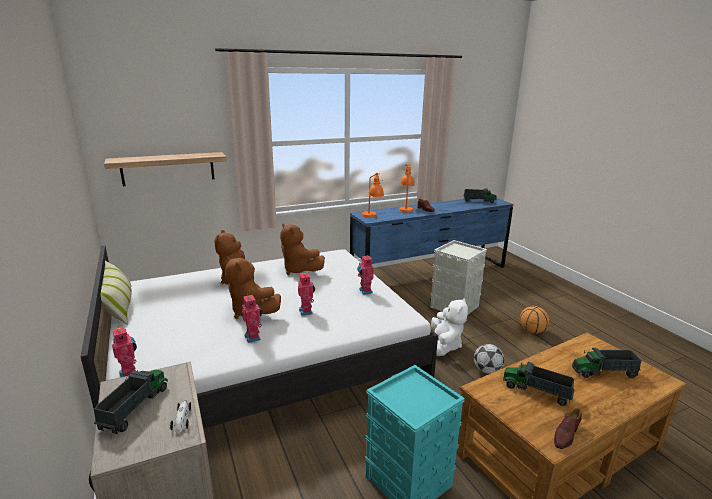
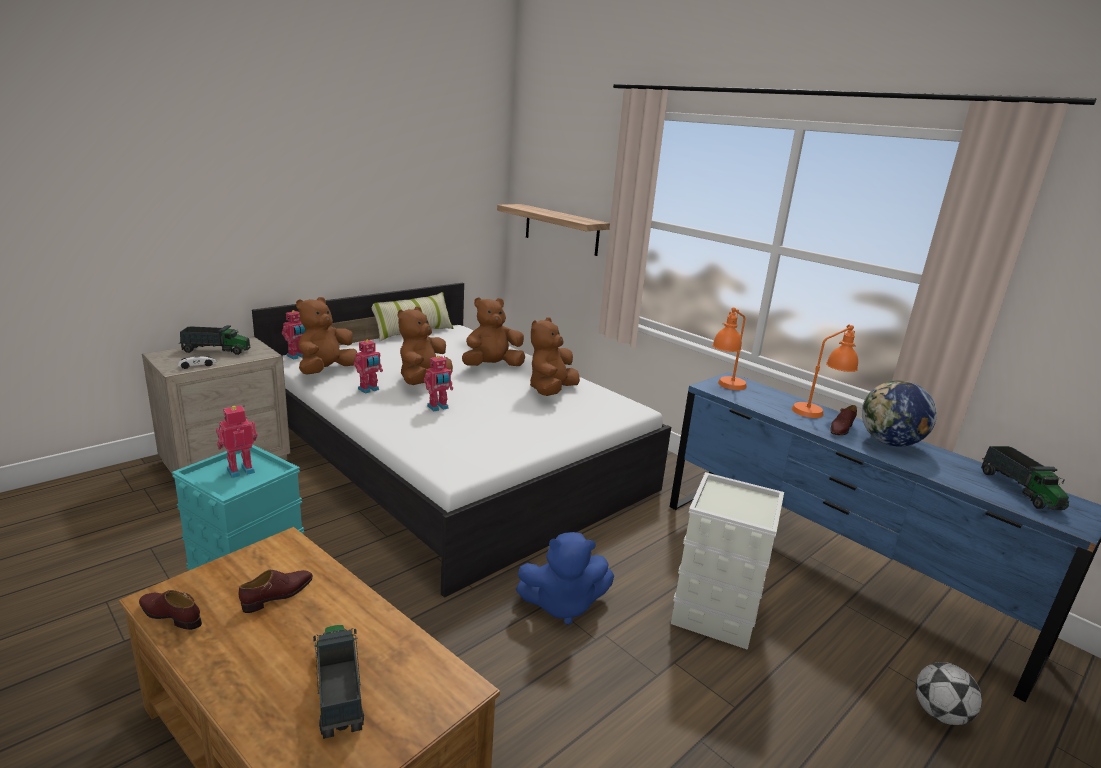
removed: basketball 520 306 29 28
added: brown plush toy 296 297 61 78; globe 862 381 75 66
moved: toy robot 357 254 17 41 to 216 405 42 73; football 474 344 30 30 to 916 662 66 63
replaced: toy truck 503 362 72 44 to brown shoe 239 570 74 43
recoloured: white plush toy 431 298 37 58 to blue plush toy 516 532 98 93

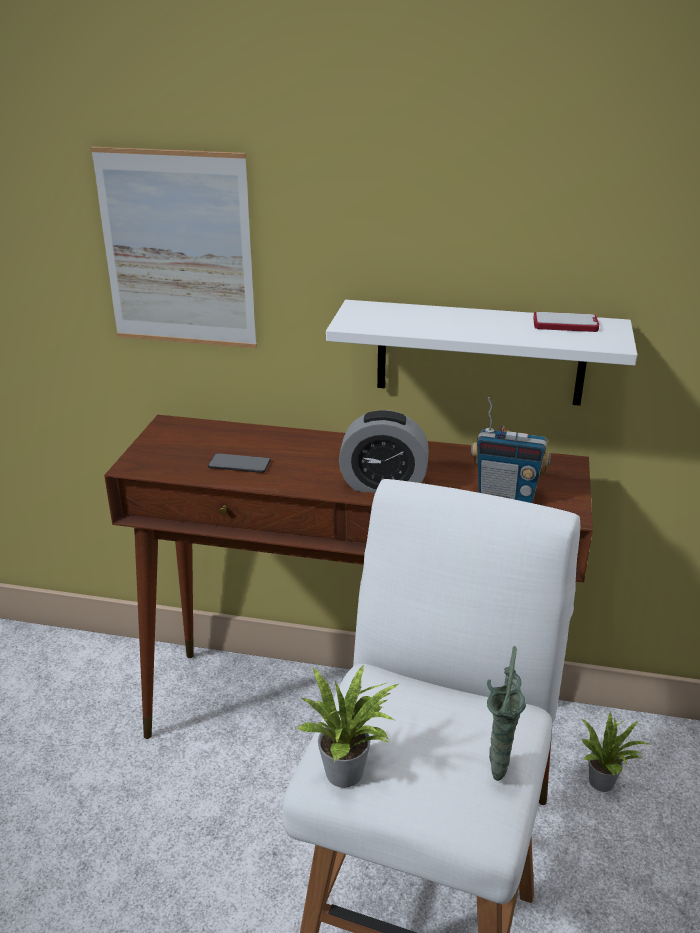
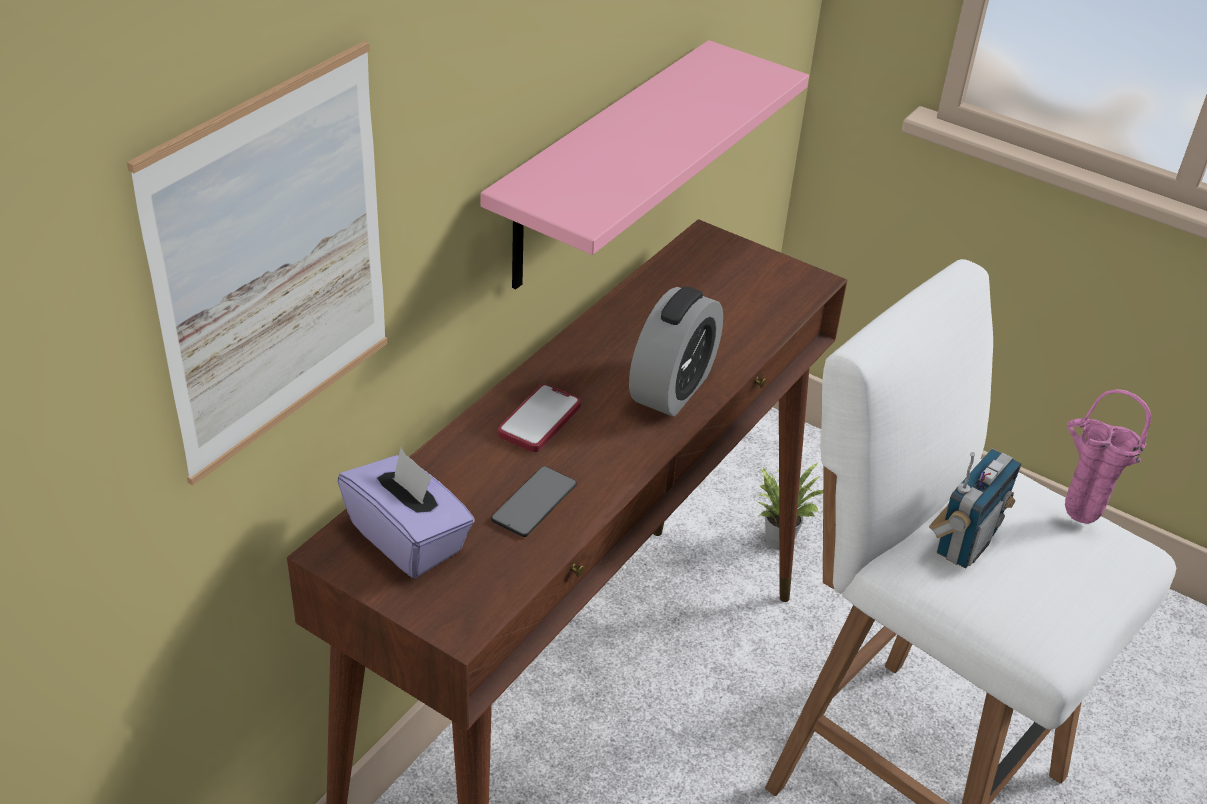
removed: potted plant 296 665 102 123
added: purple tissue box 337 448 138 130
moved: radio 471 397 80 106 to 929 449 92 119; phone 533 312 66 20 to 498 384 83 68
recoloured: white shelf 326 300 311 106 to pink shelf 481 40 328 250; green vase 487 646 39 135 to pink vase 1065 389 86 135

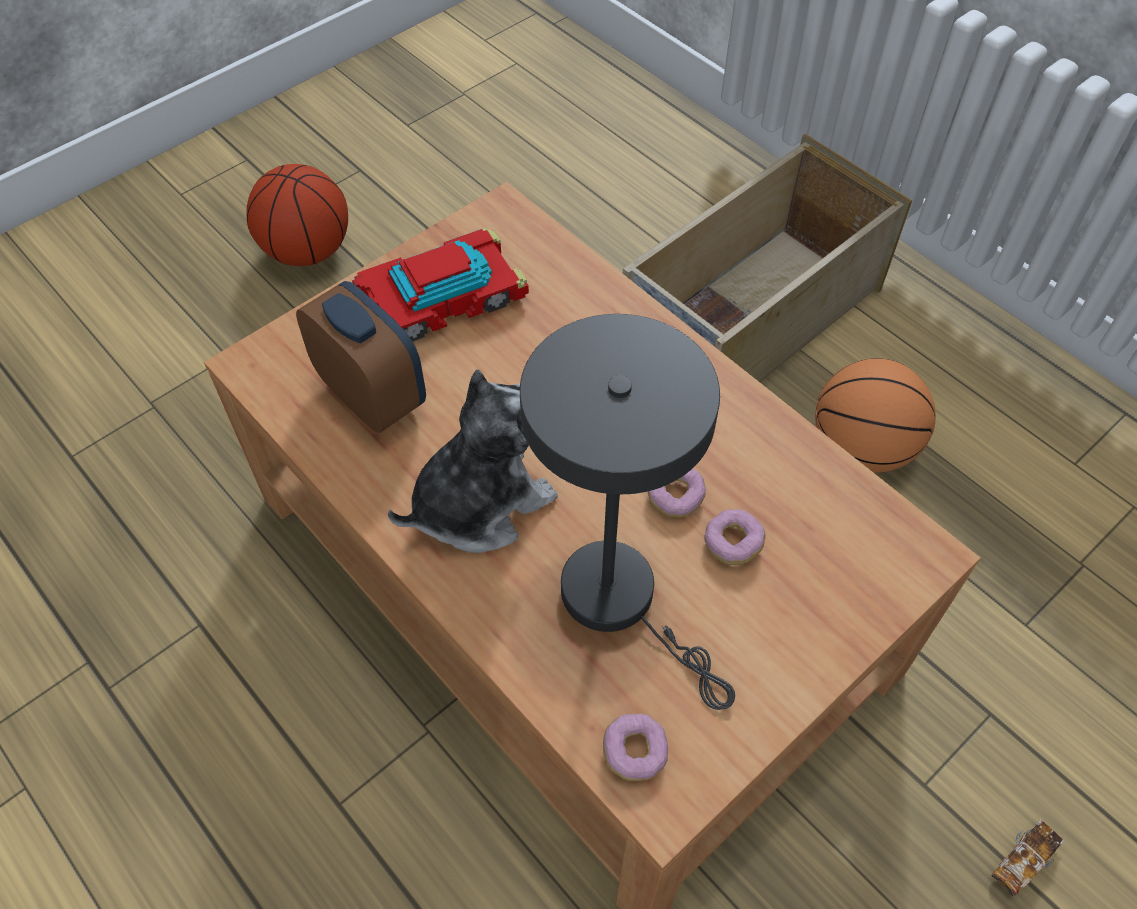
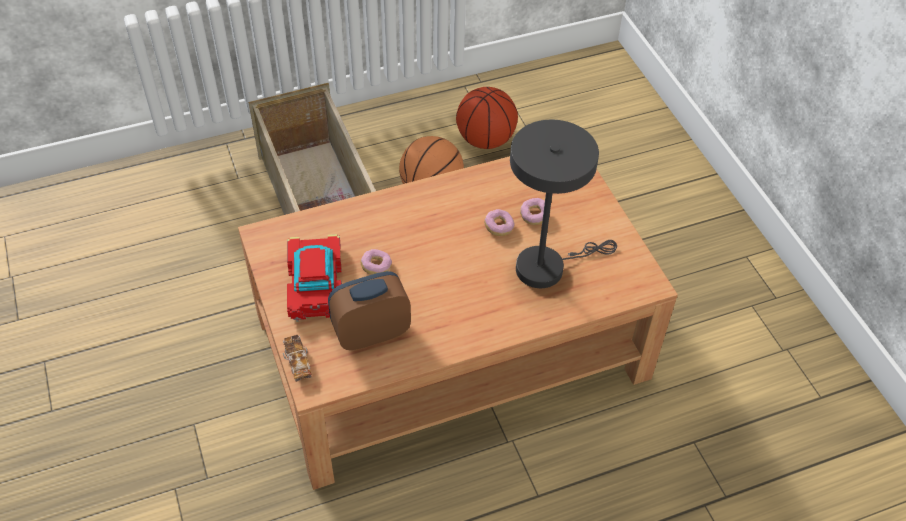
removed: plush toy 388 369 170 184
moved: basketball 246 164 102 102 to 456 87 62 62; donut 603 713 65 68 to 360 249 32 26; toy car 991 818 74 78 to 282 335 30 47

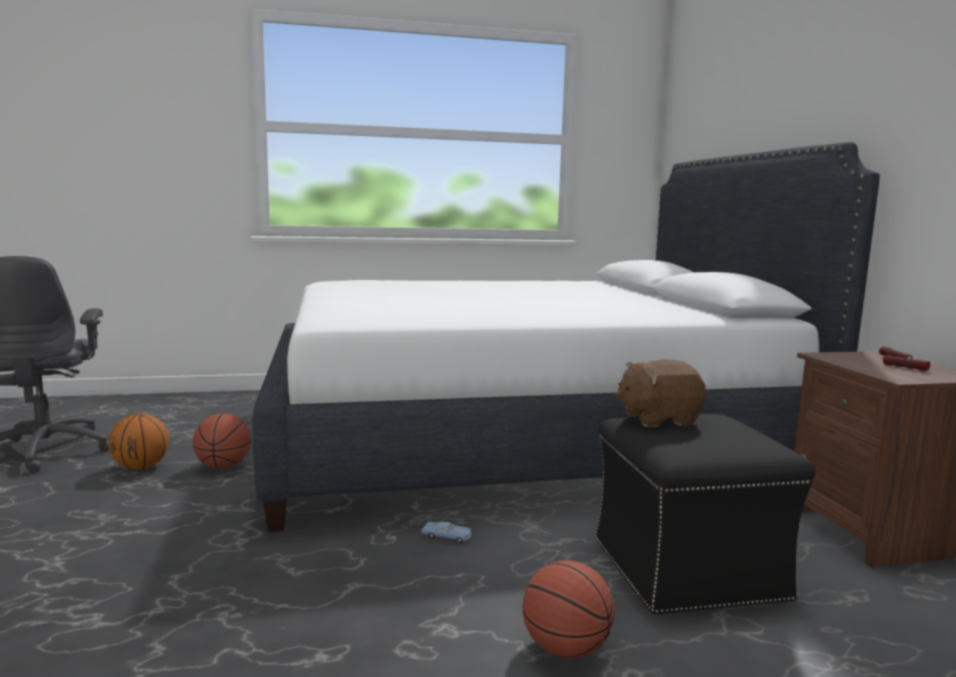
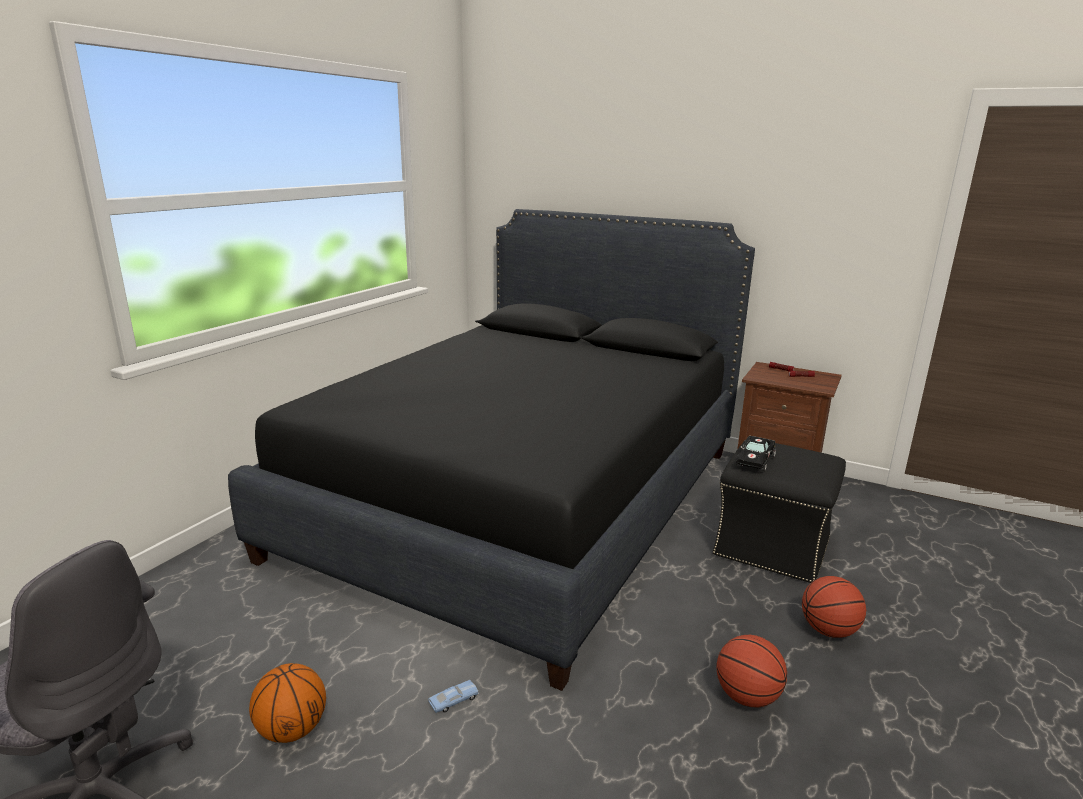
moved: basketball 193 414 58 55 to 717 635 70 72; blue toy car 421 522 51 22 to 428 680 51 33
replaced: brown plush toy 616 360 90 67 to black toy car 736 436 40 35
recoloured: white bed 252 142 628 390 to black bed 228 209 527 482

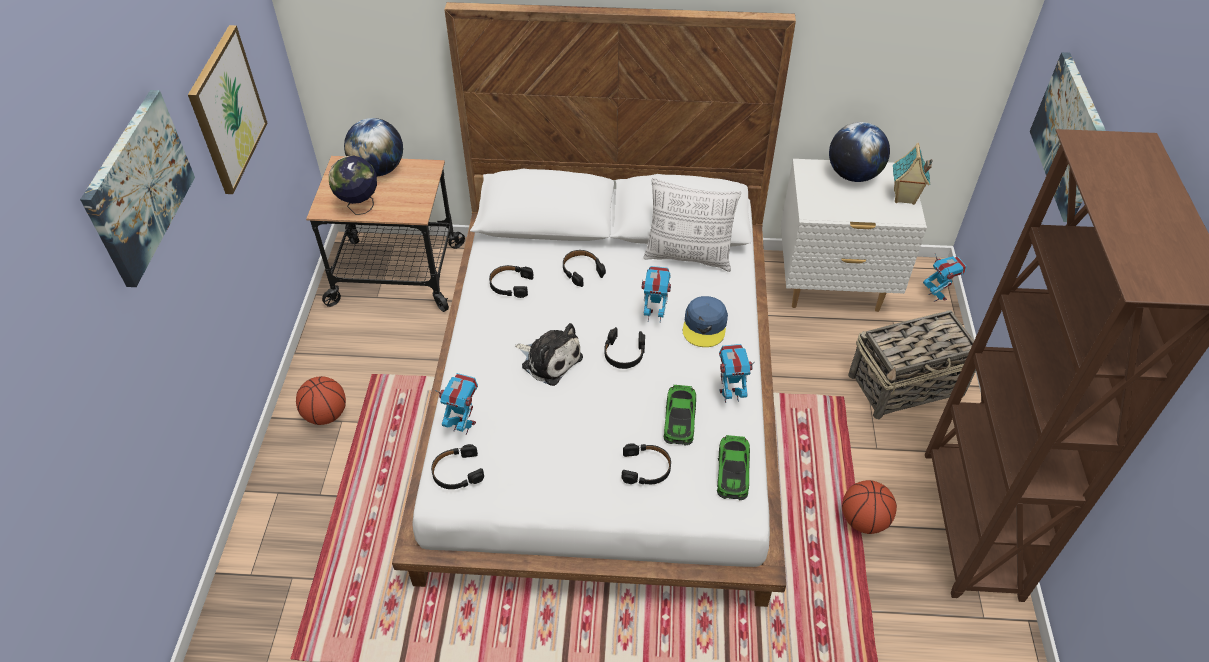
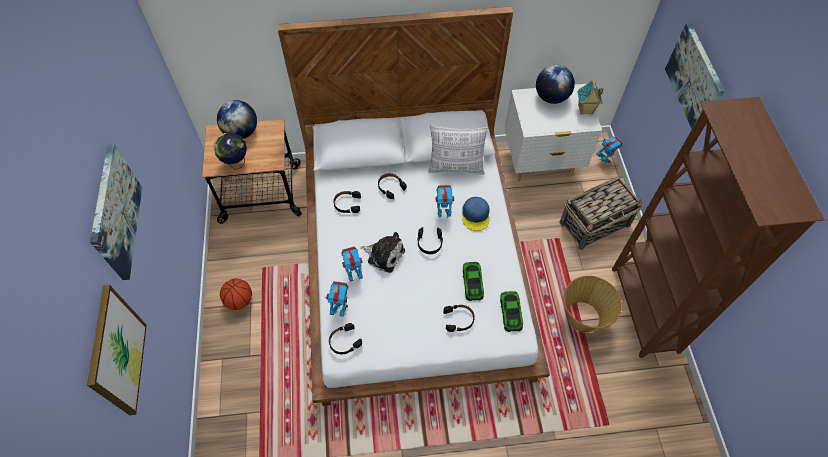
moved: picture 188 25 79 169 to 87 285 60 130; toy robot 719 344 36 59 to 341 247 22 35
replaced: basketball 842 480 55 54 to basket 563 276 59 57

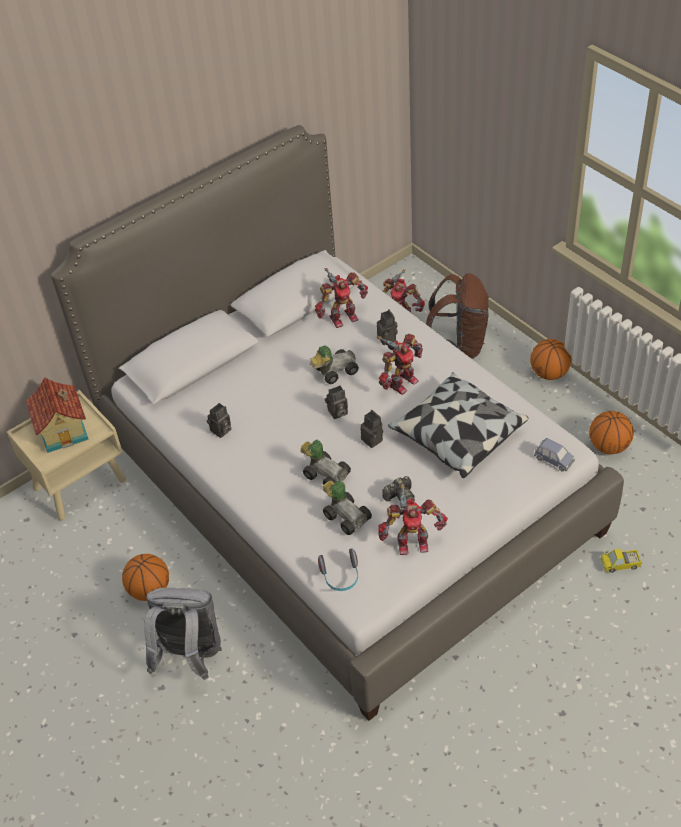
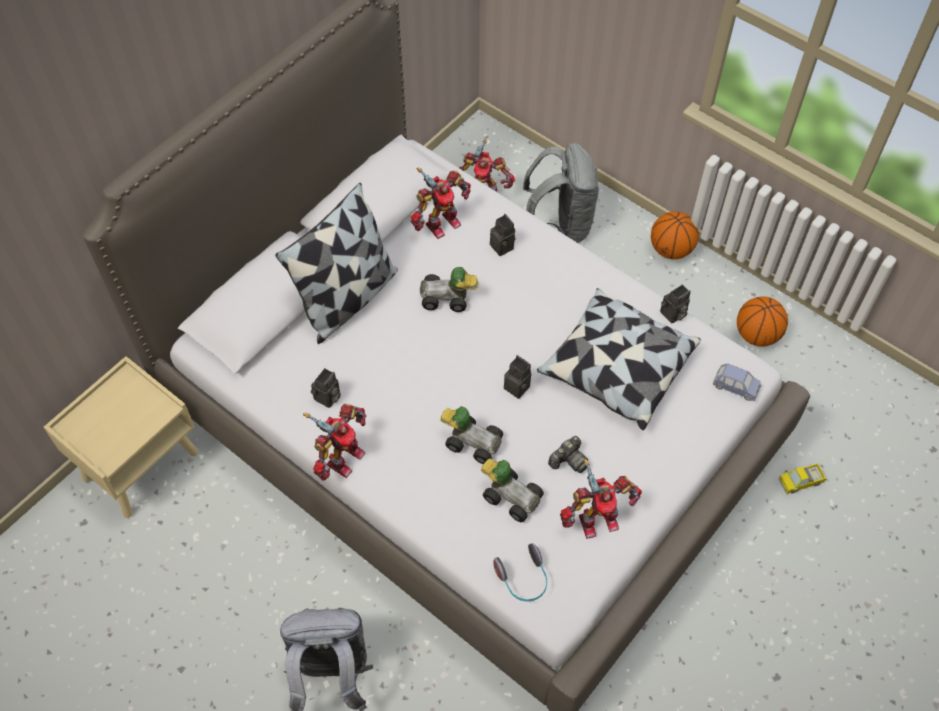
removed: toy house 26 377 63 76; basketball 122 554 47 47
added: pillow 275 183 123 161
moved: photo camera 325 386 23 33 to 660 285 31 38; toy robot 377 334 46 61 to 303 404 64 77
recoloured: brown backpack 426 273 63 86 to grey backpack 523 143 76 100
turned: toy car 310 346 49 38 = 420 267 59 45 135 degrees counterclockwise

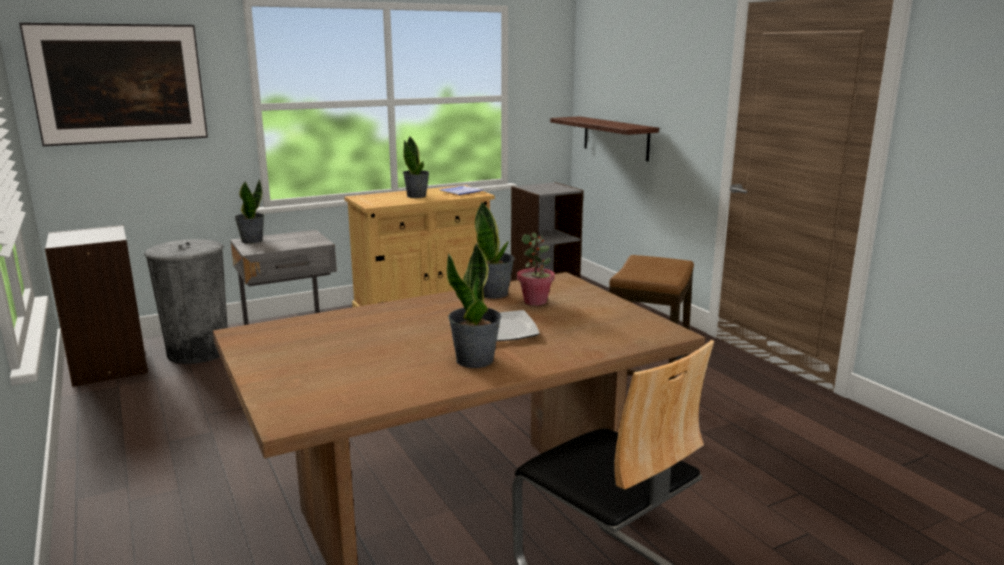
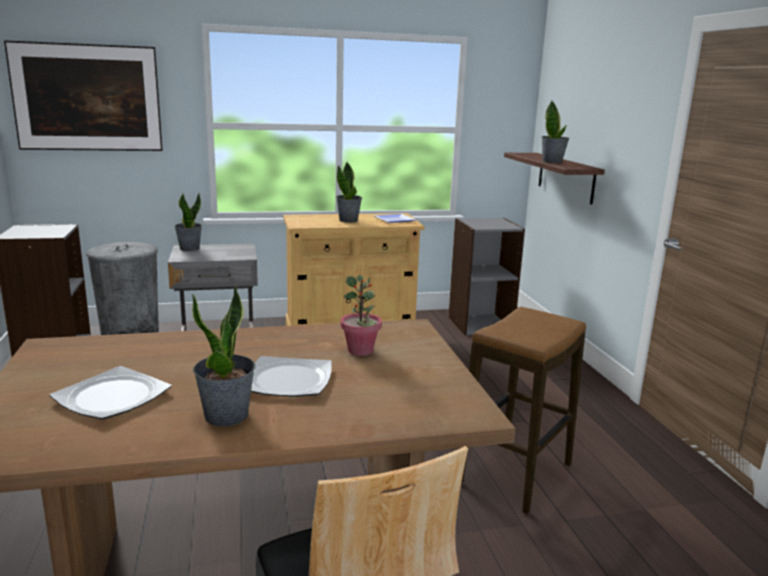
added: plate 49 366 123 53
moved: potted plant 475 202 40 97 to 542 101 27 62

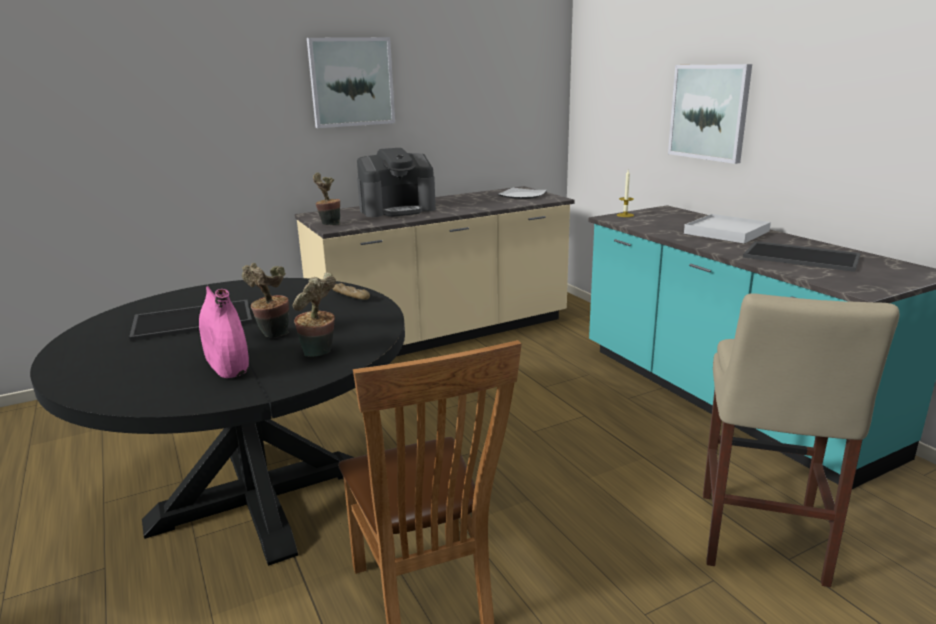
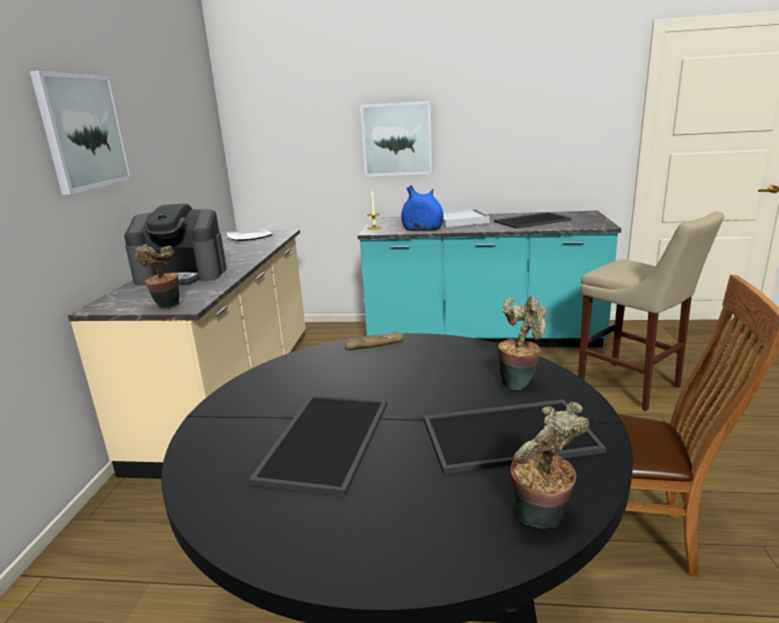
added: blue vase 401 185 42 46
moved: potted plant 242 263 47 75 to 511 402 79 127
replaced: pink vase 199 286 50 92 to tray 424 399 182 75
turned: coffee machine 357 148 79 69 = 124 203 103 82 75 degrees clockwise

